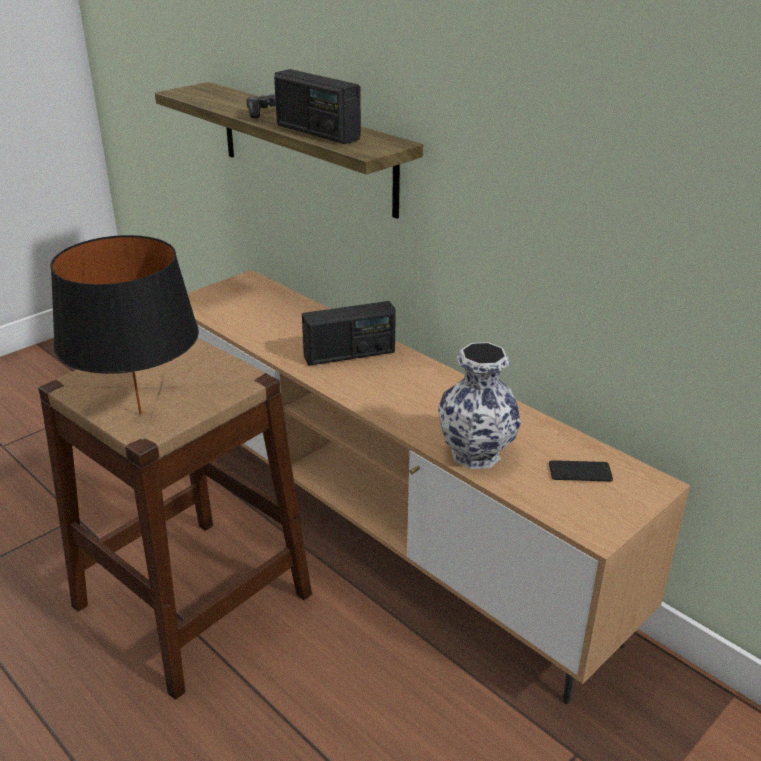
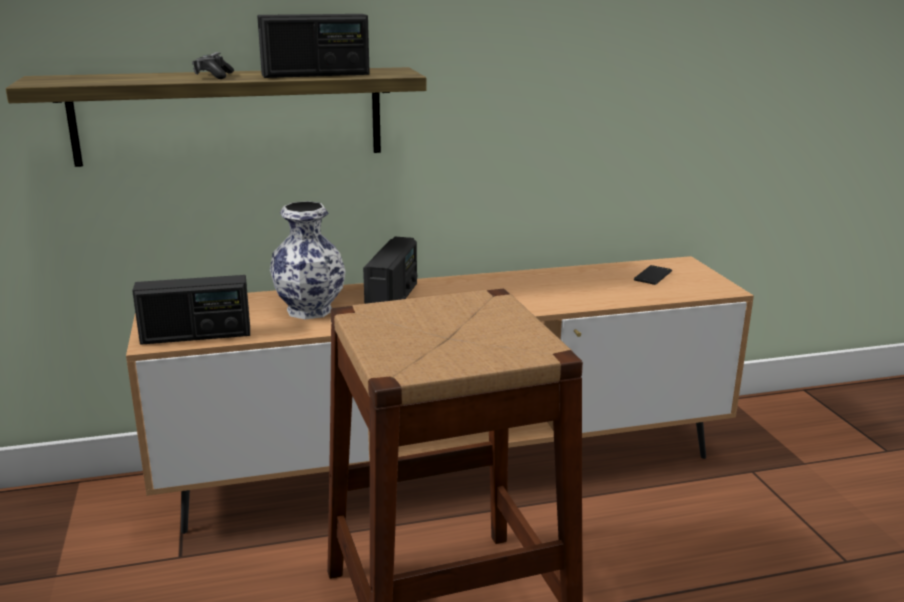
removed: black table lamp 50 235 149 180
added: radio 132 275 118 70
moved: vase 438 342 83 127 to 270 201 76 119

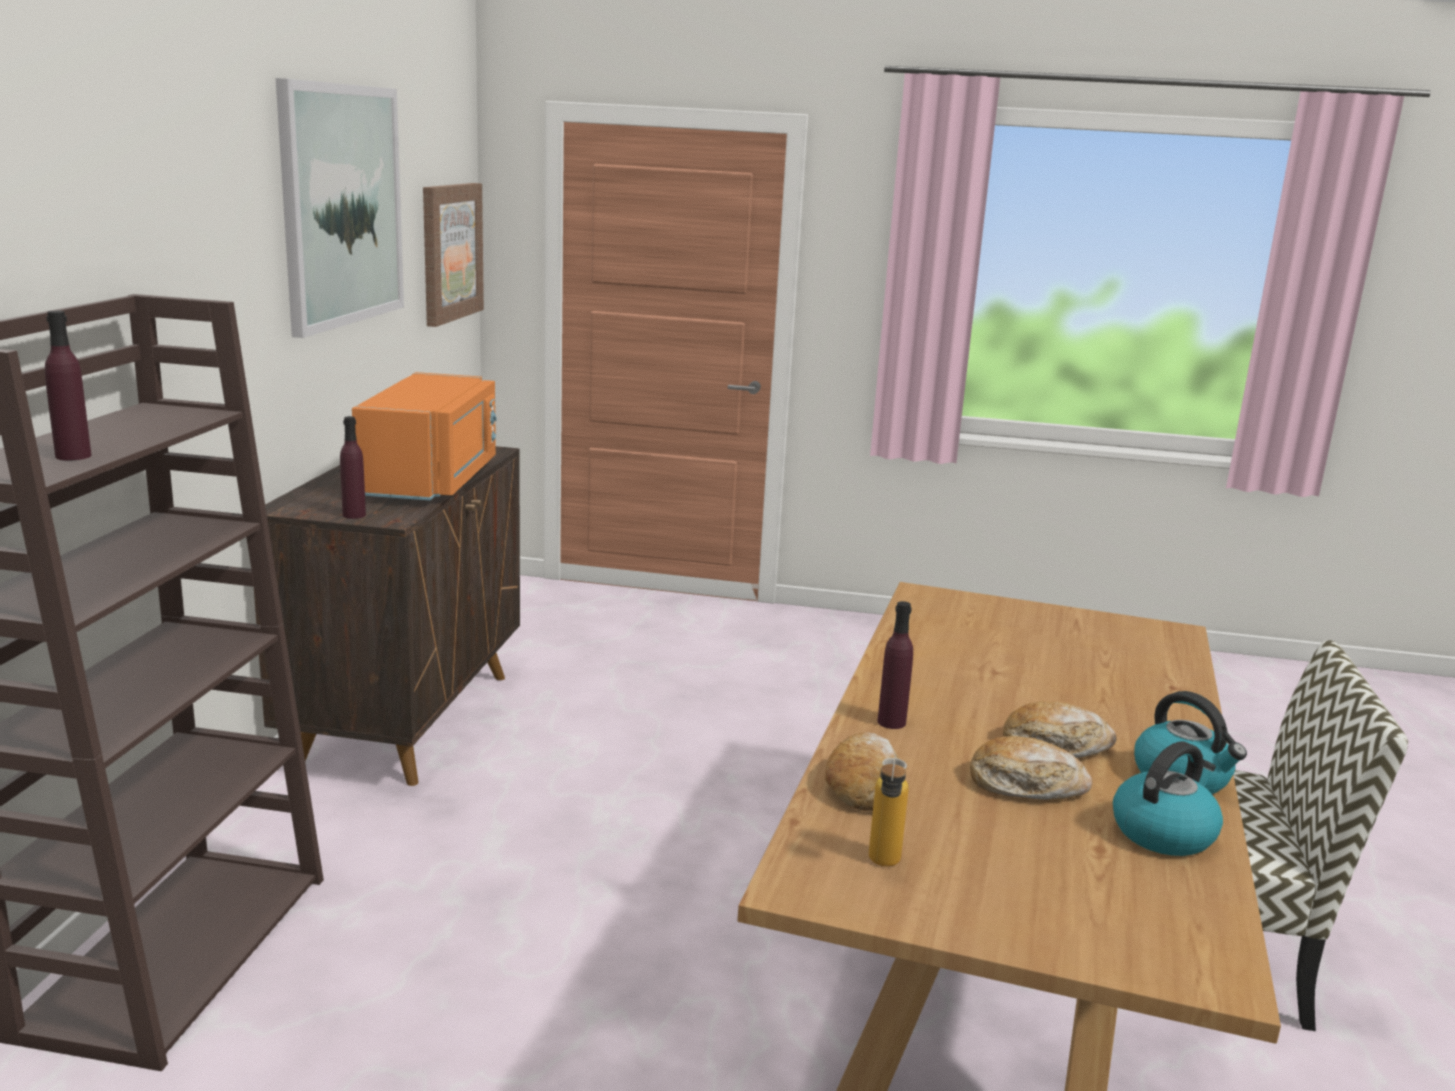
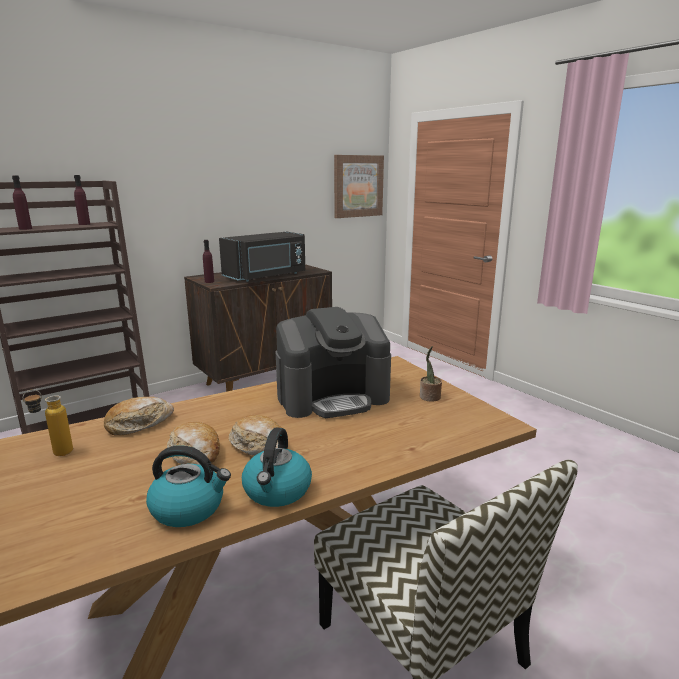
removed: picture 276 78 128 260
added: coffee machine 276 307 115 111; potted plant 420 346 22 56
moved: purple bottle 878 601 35 128 to 74 175 16 50
recoloured: orange microwave 352 372 145 129 to black microwave 219 232 86 50

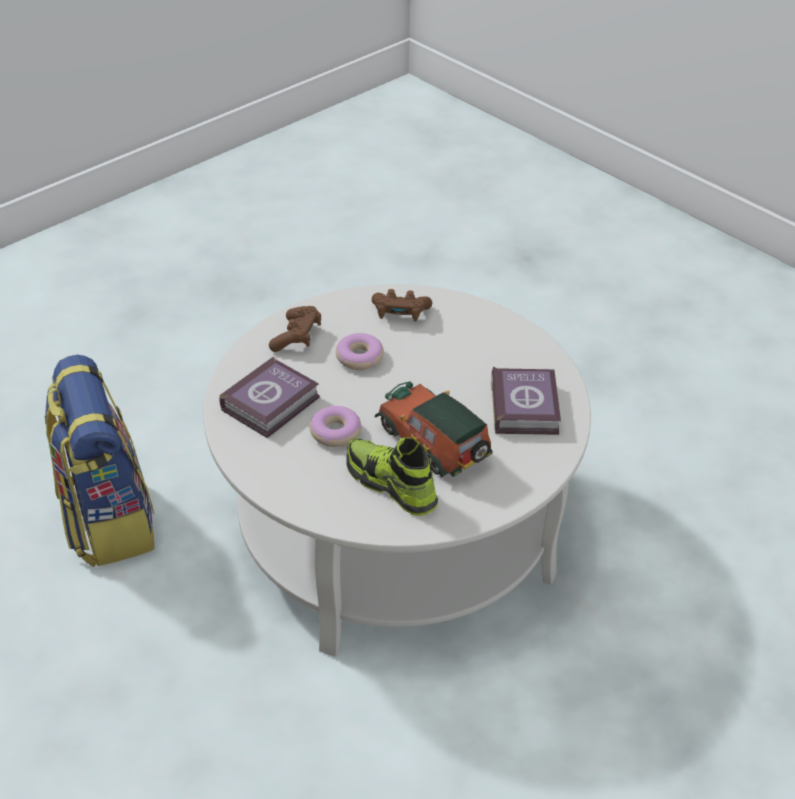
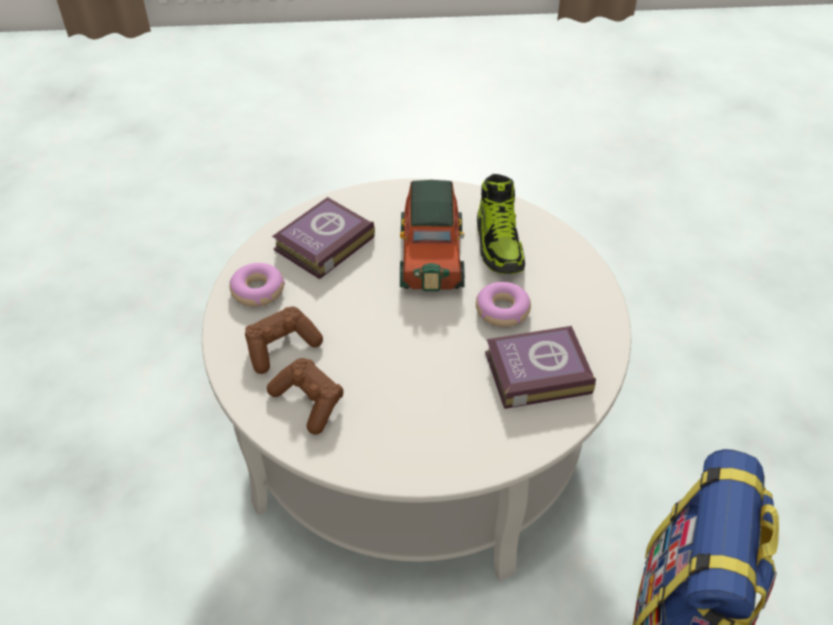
moved: brown game controller 269 306 52 46 to 245 307 78 67; donut 336 333 48 37 to 230 263 55 44

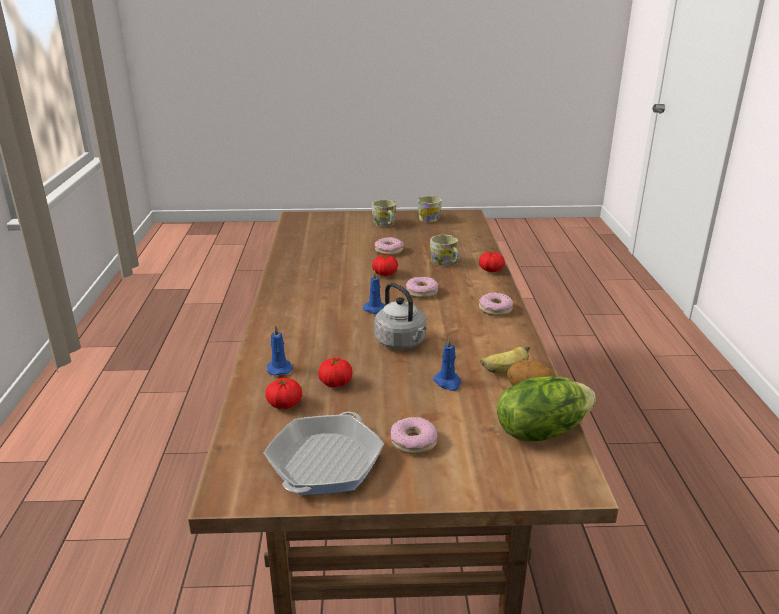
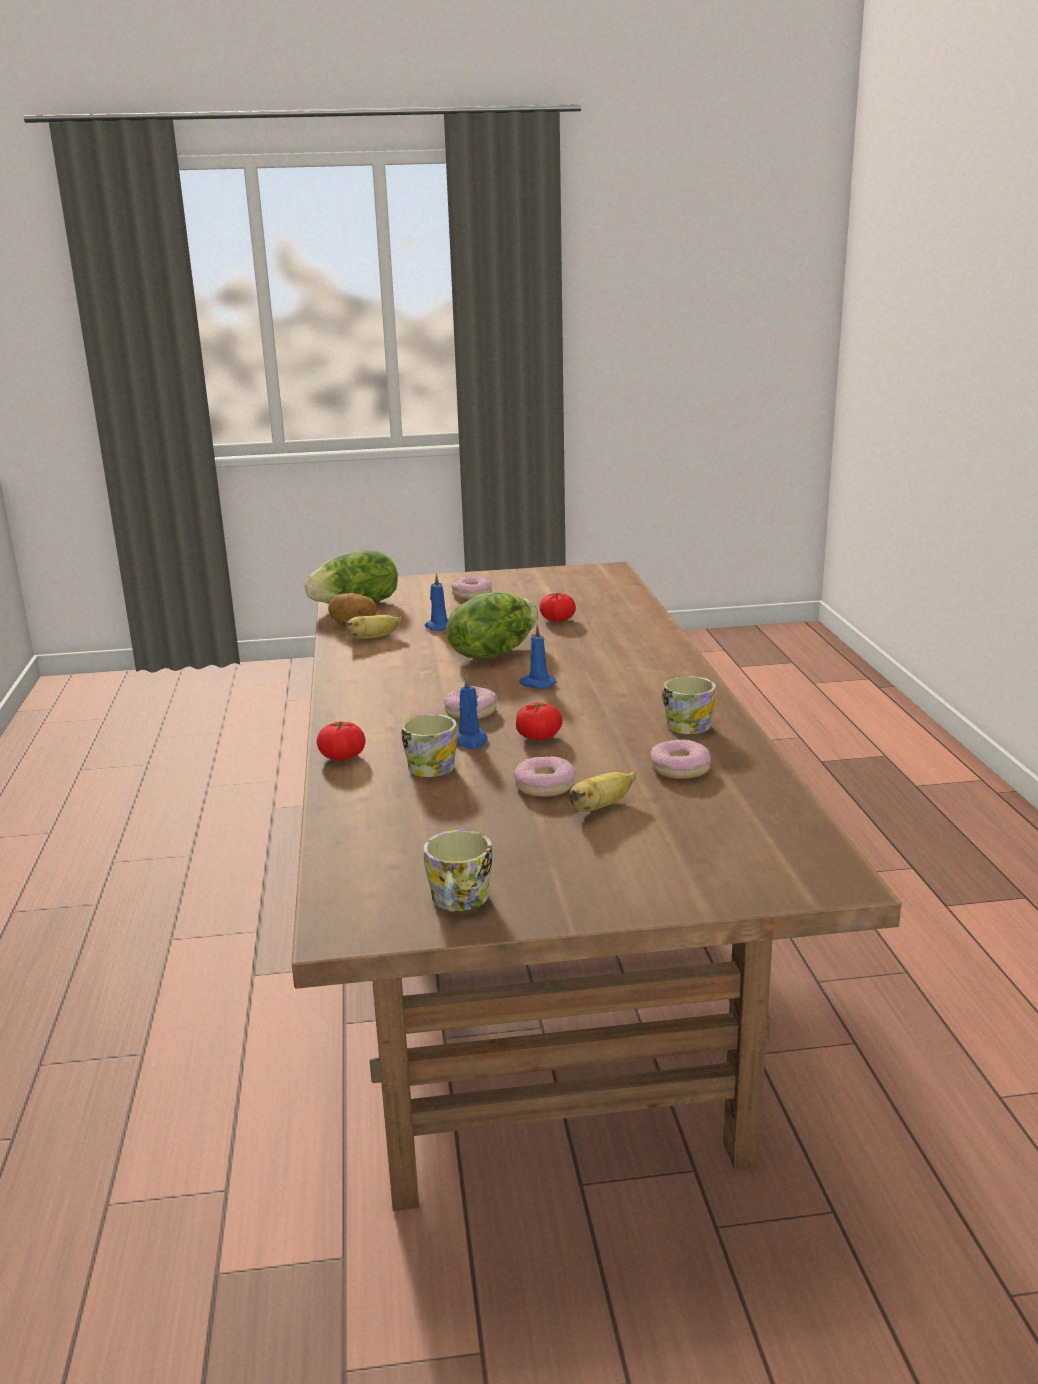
removed: frying pan 264 412 120 83; tomato 265 378 37 31
added: banana 569 772 67 40
moved: blue candle 267 325 26 51 to 457 674 31 75; mug 372 200 24 26 to 662 676 54 58; donut 479 292 34 24 to 651 739 60 40
replaced: grey kettle 374 282 52 68 to lettuce 446 592 92 66

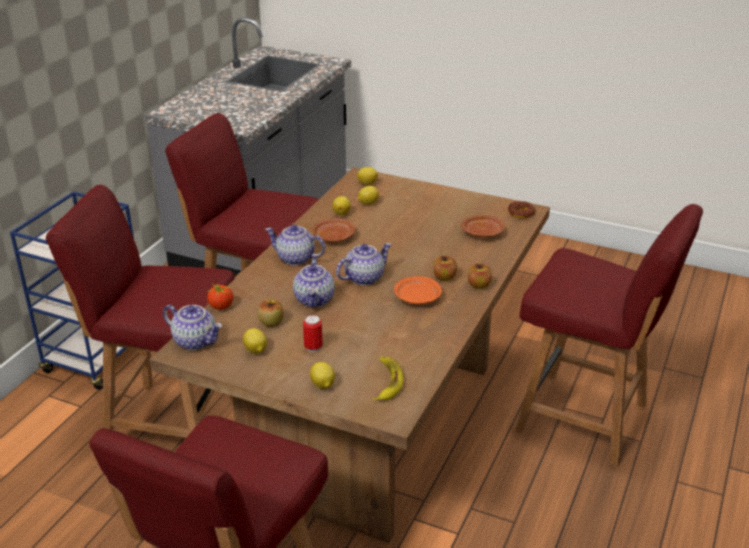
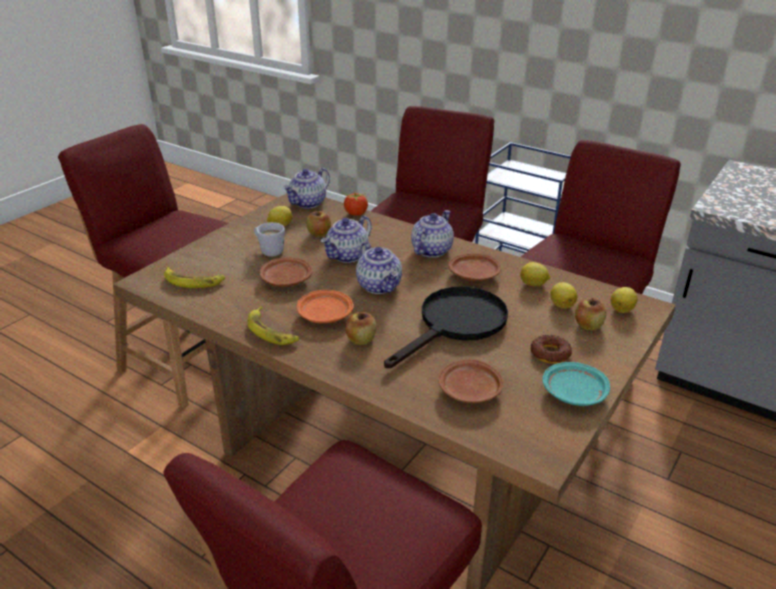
removed: lemon 310 362 25 27
added: banana 248 306 51 39; brown plate 260 257 52 30; black frying pan 384 286 124 82; turquoise plate 543 362 67 44
moved: apple 468 263 24 26 to 575 298 31 32; donut 508 201 28 17 to 531 335 41 29
replaced: can 303 315 20 37 to white mug 254 222 31 34
turned: teapot 293 258 42 50 = 320 216 52 47 60 degrees counterclockwise

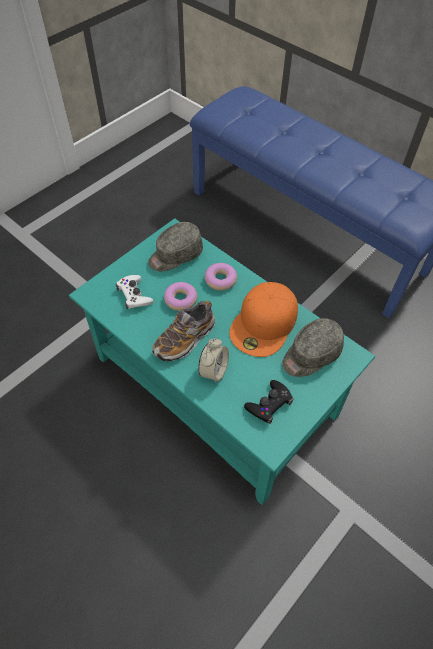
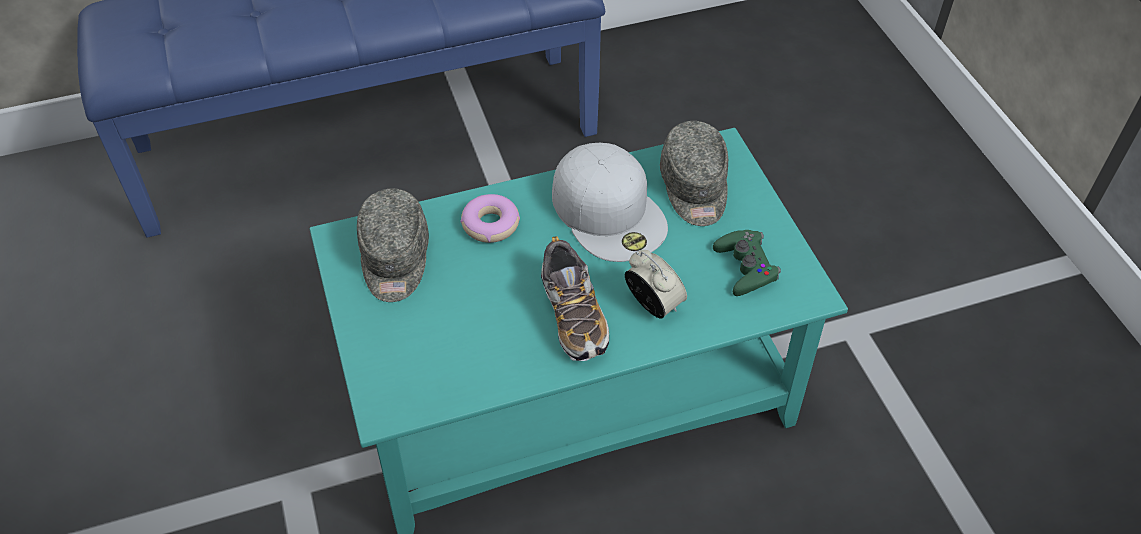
removed: white game controller 116 275 38 34; donut 164 282 33 29
recoloured: orange cap 229 282 69 75 to white cap 552 143 116 119; black game controller 244 380 49 44 to green game controller 713 230 68 66

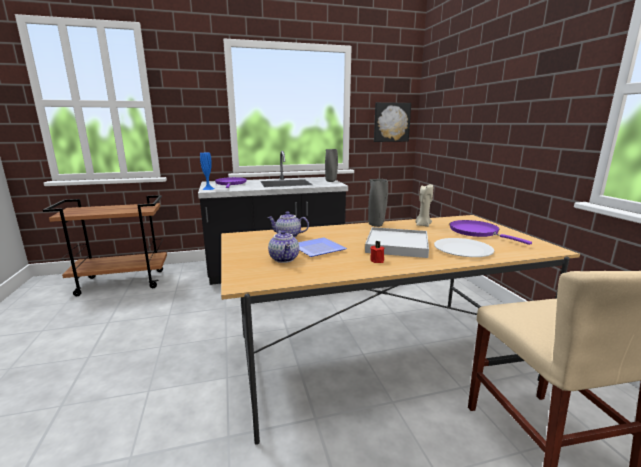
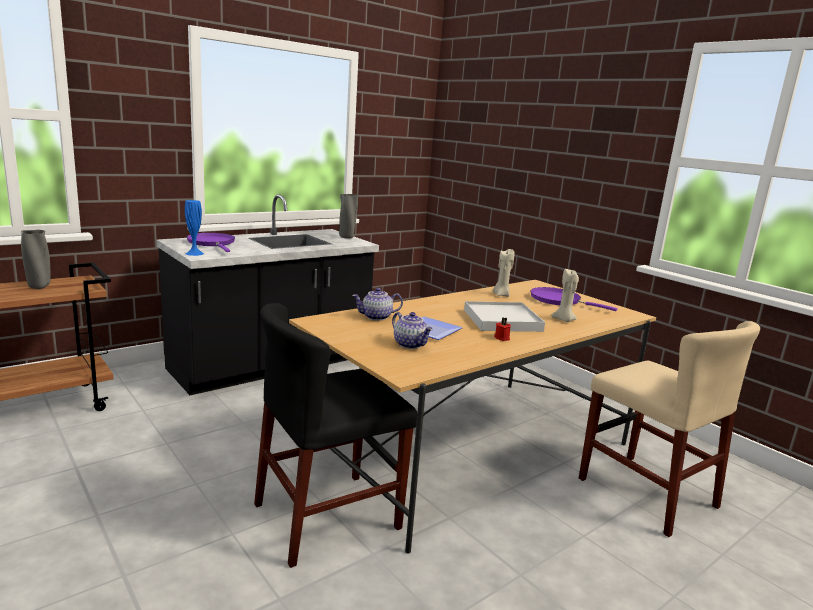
removed: picture 374 102 37 40
added: black chair 254 303 163 265
moved: grey vase 368 179 20 48 to 21 230 29 59
replaced: white plate 434 238 61 19 to beige candle 551 268 28 54

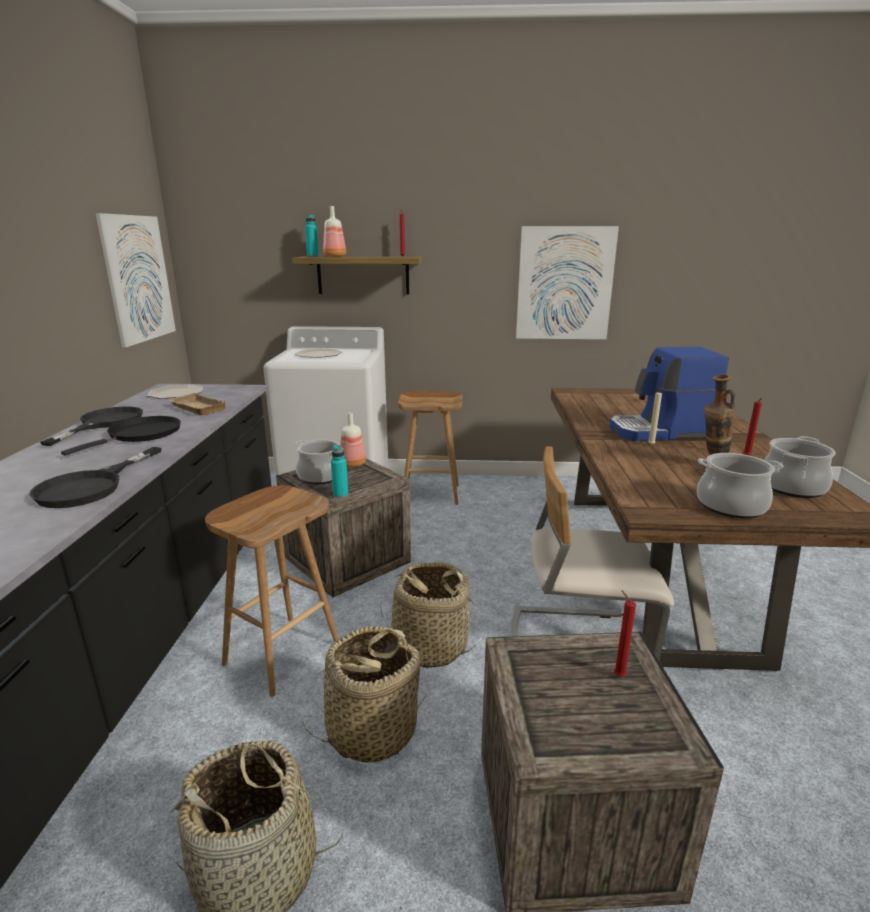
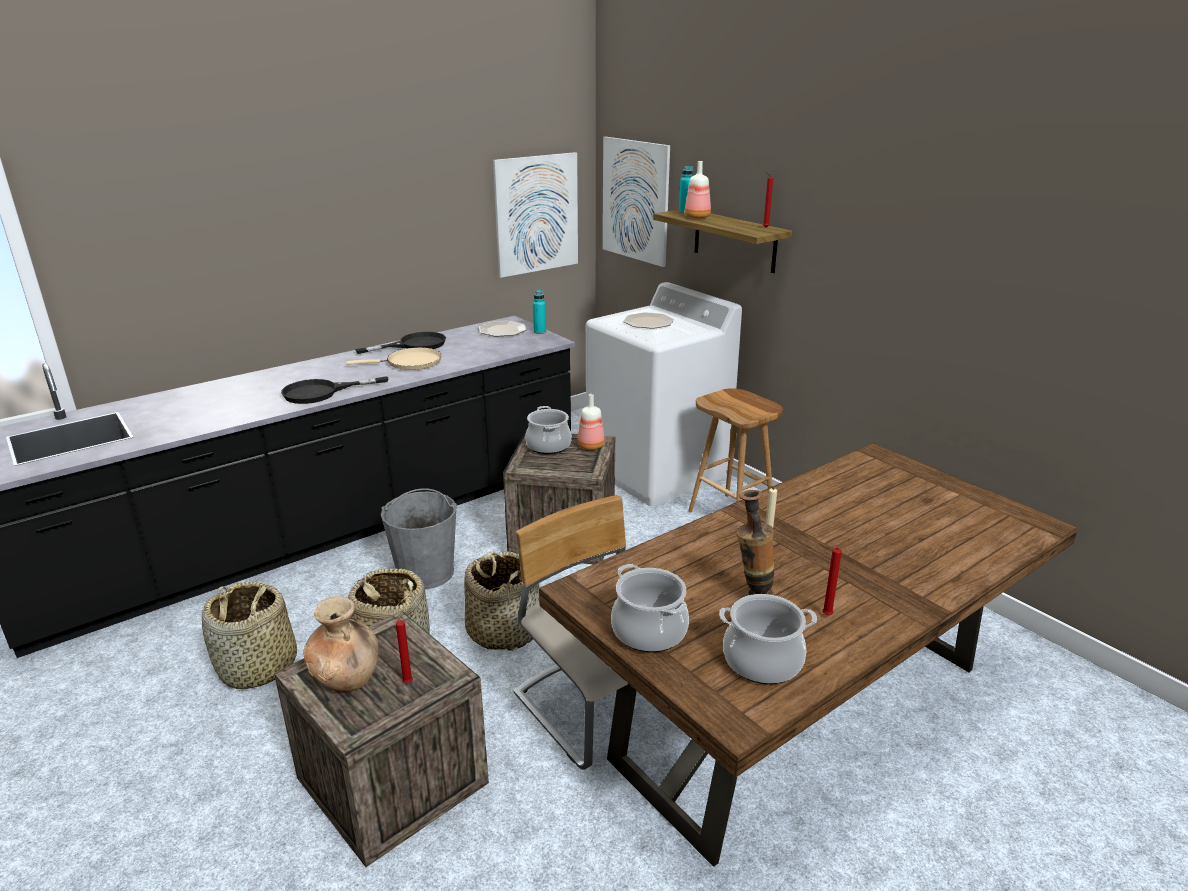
removed: beige tray 168 393 60 22; coffee machine 609 347 120 94
added: brown vase 304 596 75 96
moved: turquoise bottle 331 445 17 53 to 533 290 13 44; picture 516 226 103 113 to 603 137 67 130
replaced: brown stool 205 485 134 212 to grey bucket 381 488 76 101
recoloured: black frying pan 61 416 120 39 to beige frying pan 346 347 96 23

